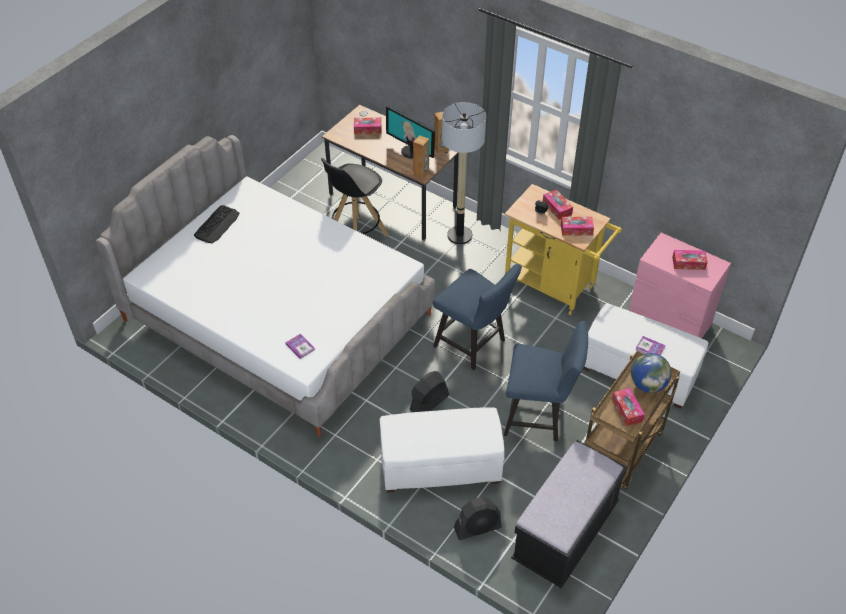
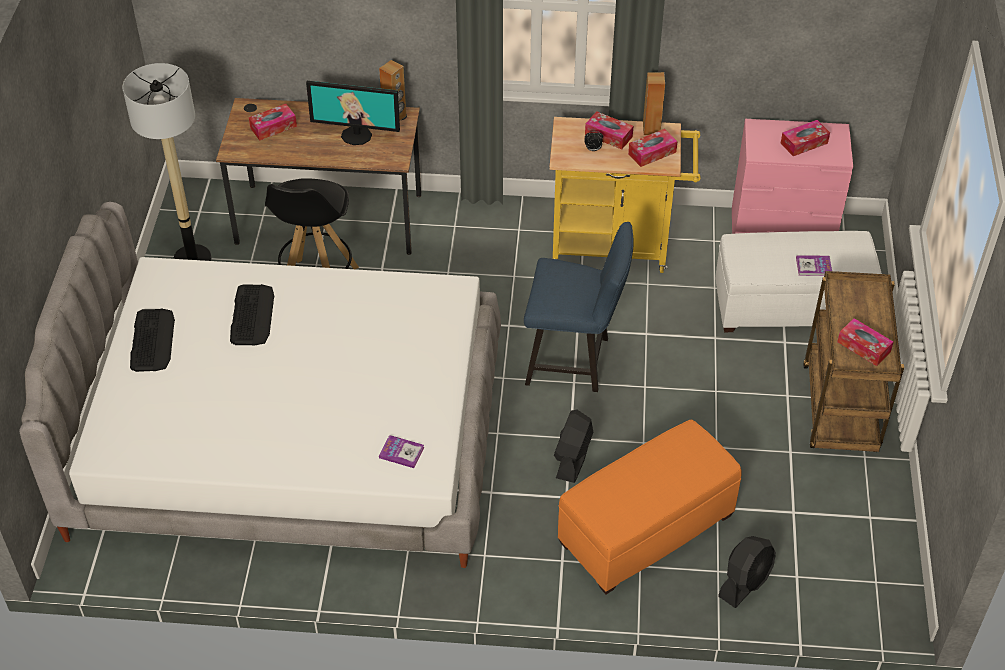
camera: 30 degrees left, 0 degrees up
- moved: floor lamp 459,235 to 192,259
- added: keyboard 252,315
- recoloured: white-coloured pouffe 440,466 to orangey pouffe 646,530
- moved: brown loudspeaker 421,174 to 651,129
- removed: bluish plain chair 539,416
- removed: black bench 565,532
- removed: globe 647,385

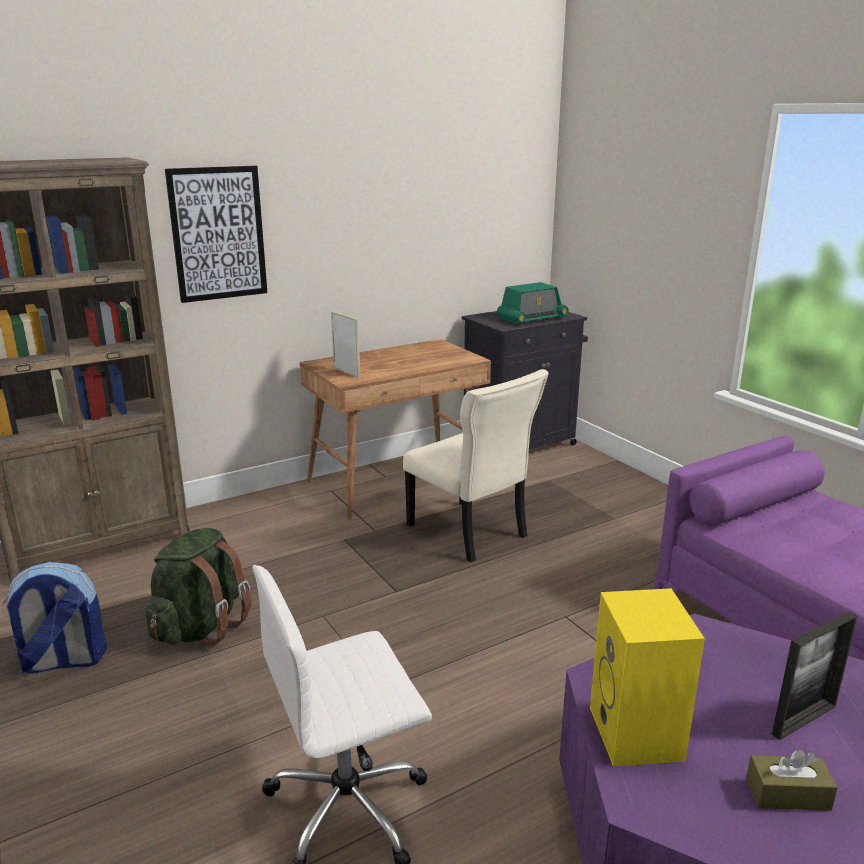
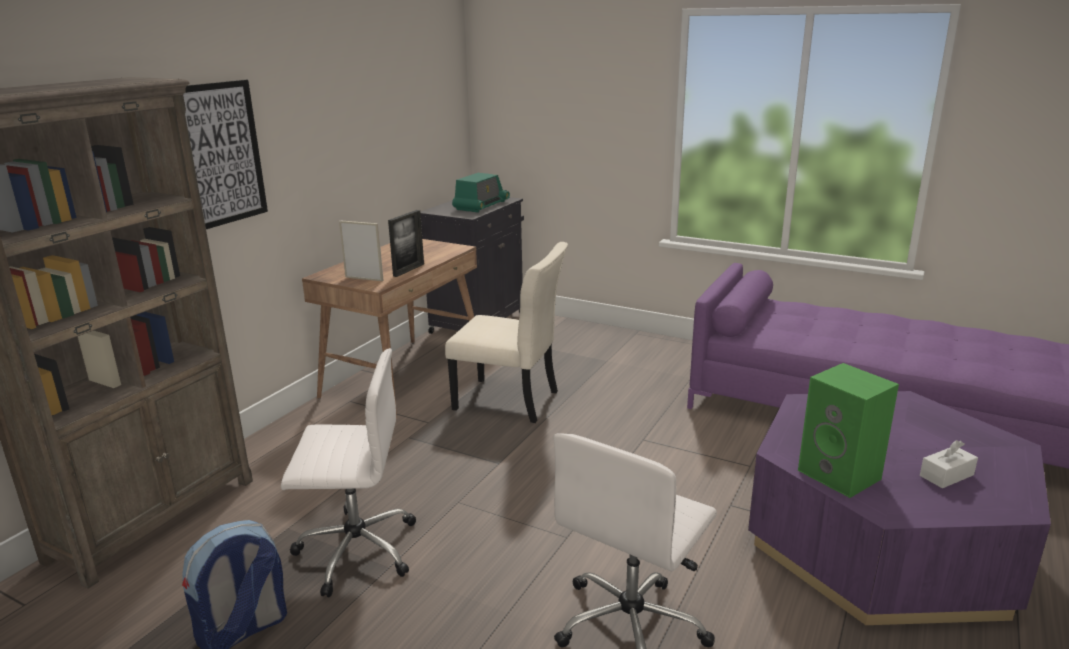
camera: 30 degrees left, 0 degrees up
- replaced: greenish rucksack 201,627 to white-coloured computer chair 355,550
- moved: photo frame 804,720 to 408,270
- recoloured: yellow-coloured loudspeaker 638,735 to greenish loudspeaker 841,475
- recoloured: brown tissue holder 787,794 to white-coloured tissue holder 946,475

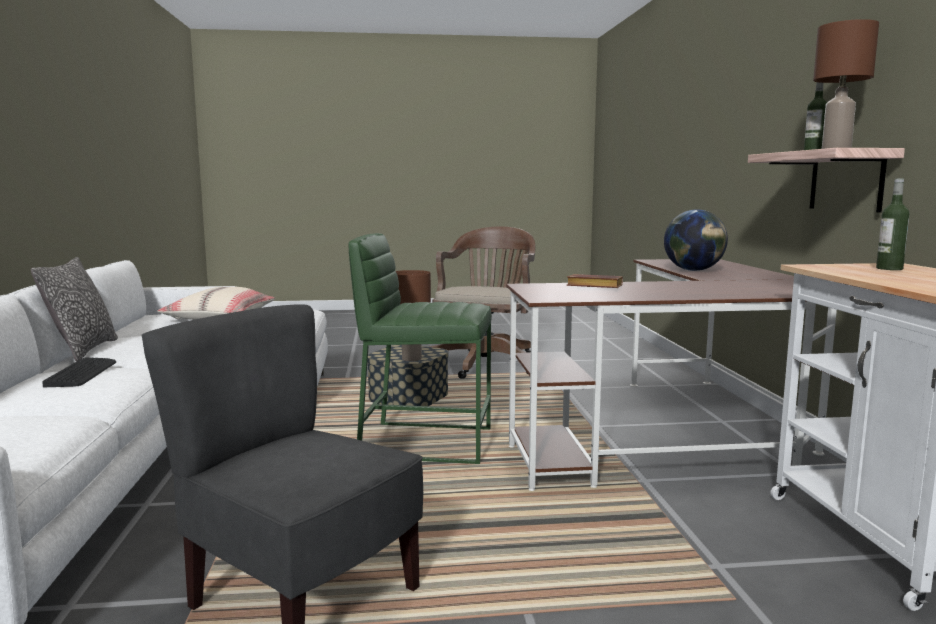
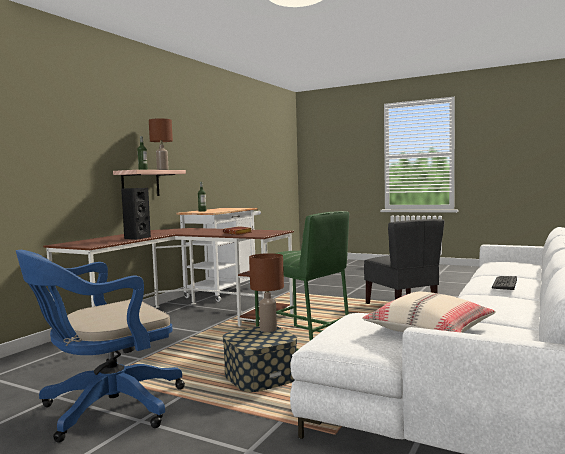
camera: 145 degrees left, 5 degrees down
- recoloured: brown computer chair 486,363 to bluish computer chair 106,409
- replaced: globe 693,270 to black loudspeaker 136,238
- removed: cushion 83,350

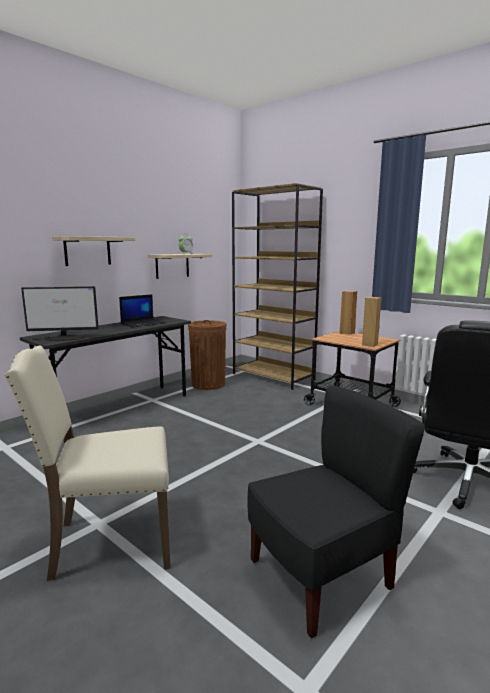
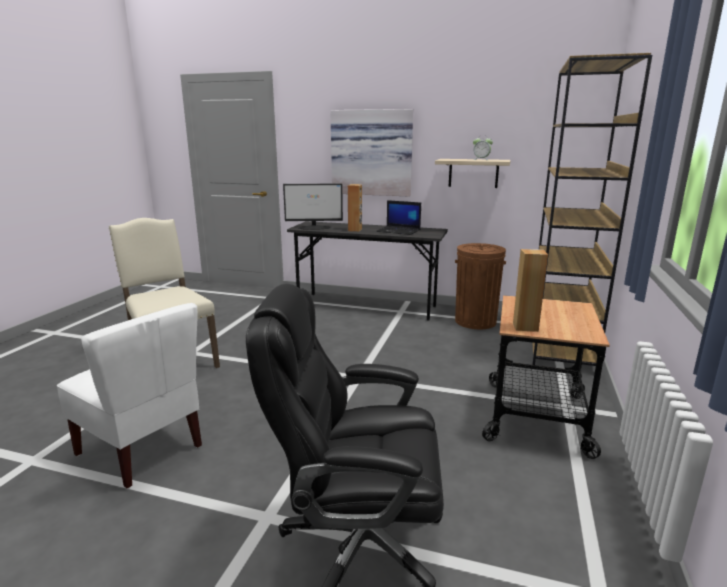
camera: 65 degrees right, 5 degrees up
- recoloured: black plain chair 322,576 to white-coloured plain chair 142,449
- turned: computer display 64,338 = 314,227 60 degrees counterclockwise
- replaced: shelf 87,251 to wall art 372,153
- moved: brown loudspeaker 347,333 to 355,230

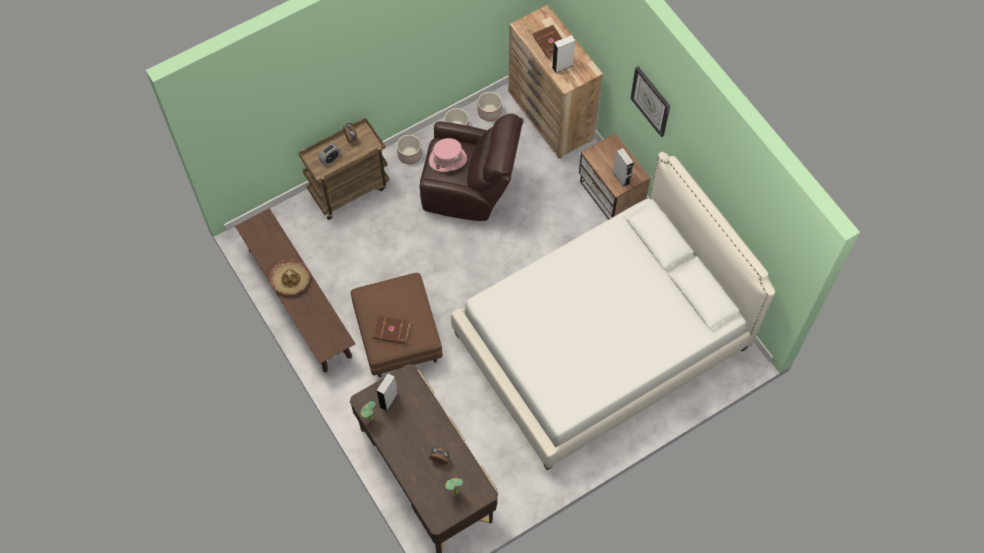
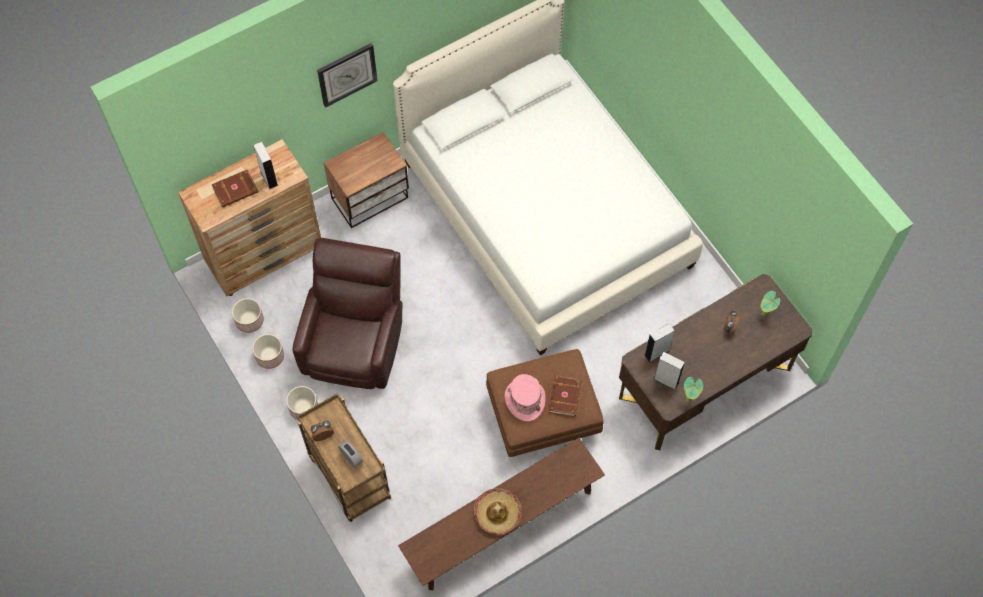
camera: 90 degrees left, 0 degrees up
- moved: pinkish wearable hat 448,160 to 524,400
- moved: grey loudspeaker 621,178 to 656,353

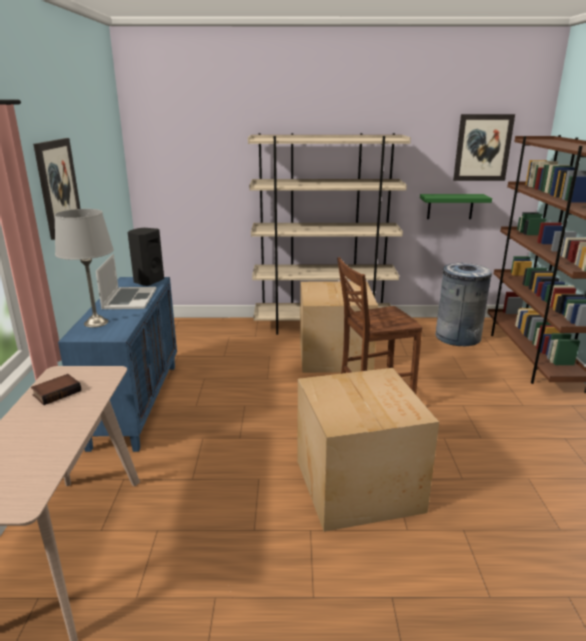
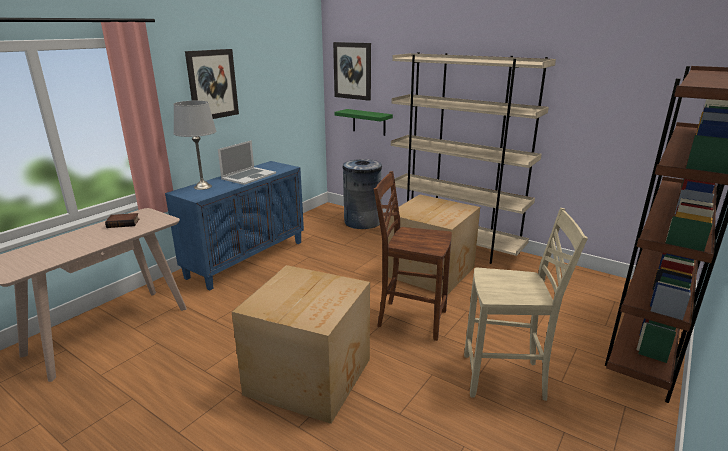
camera: 35 degrees right, 0 degrees up
- moved: wall art 482,148 to 352,71
- moved: greenish shelf 450,206 to 369,122
- moved: grey trash can 457,337 to 362,222
- added: sand-coloured plain chair 505,378
- removed: black loudspeaker 148,281

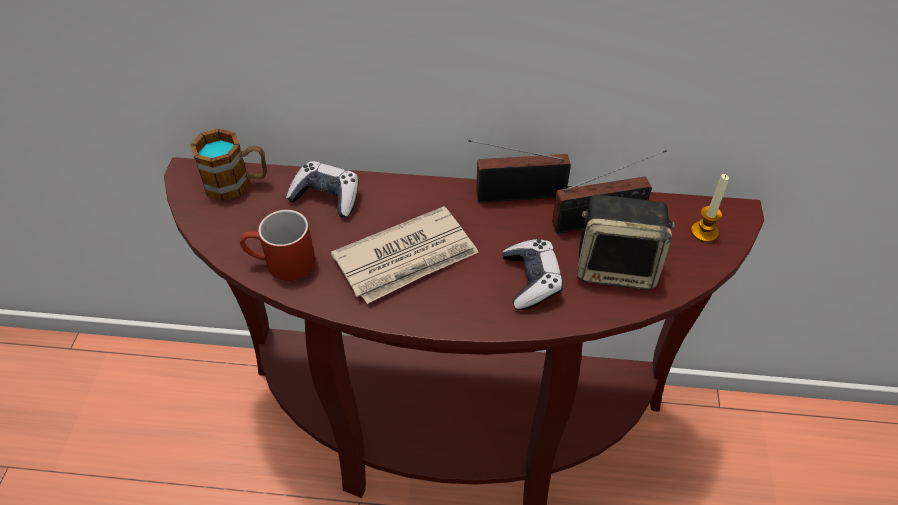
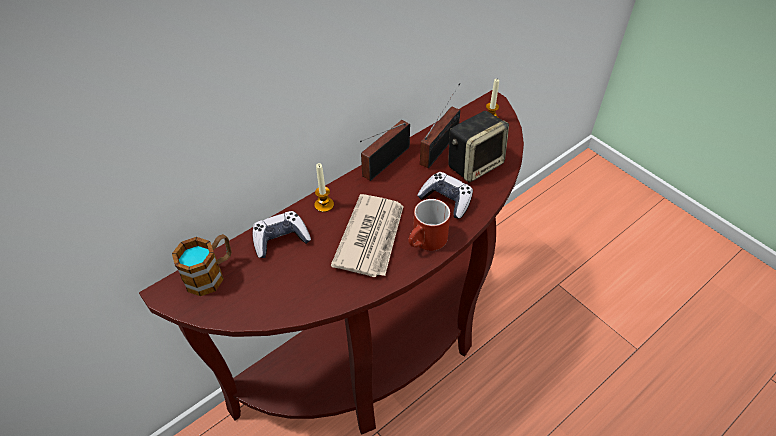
camera: 45 degrees left, 0 degrees up
- added: wax candle 324,205
- moved: red tea mug 281,265 to 426,242

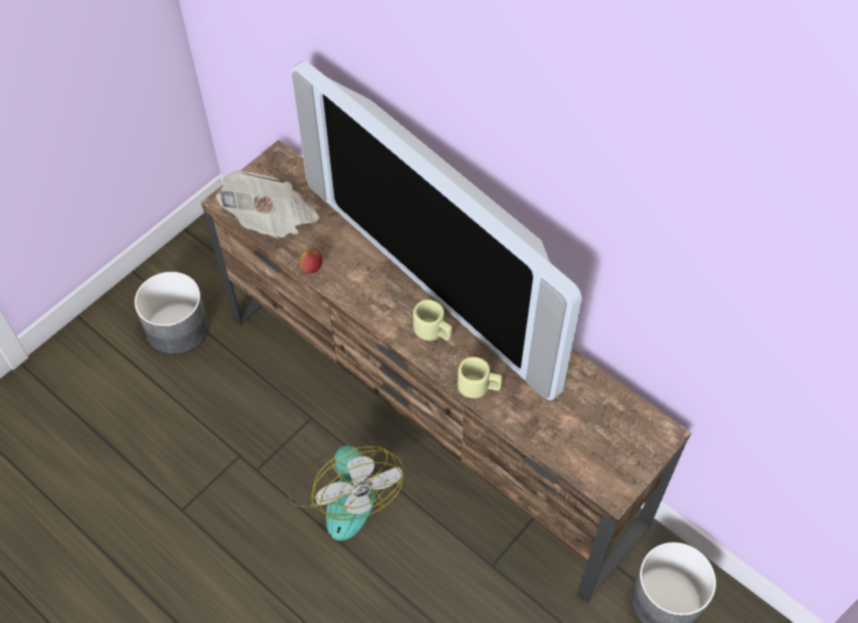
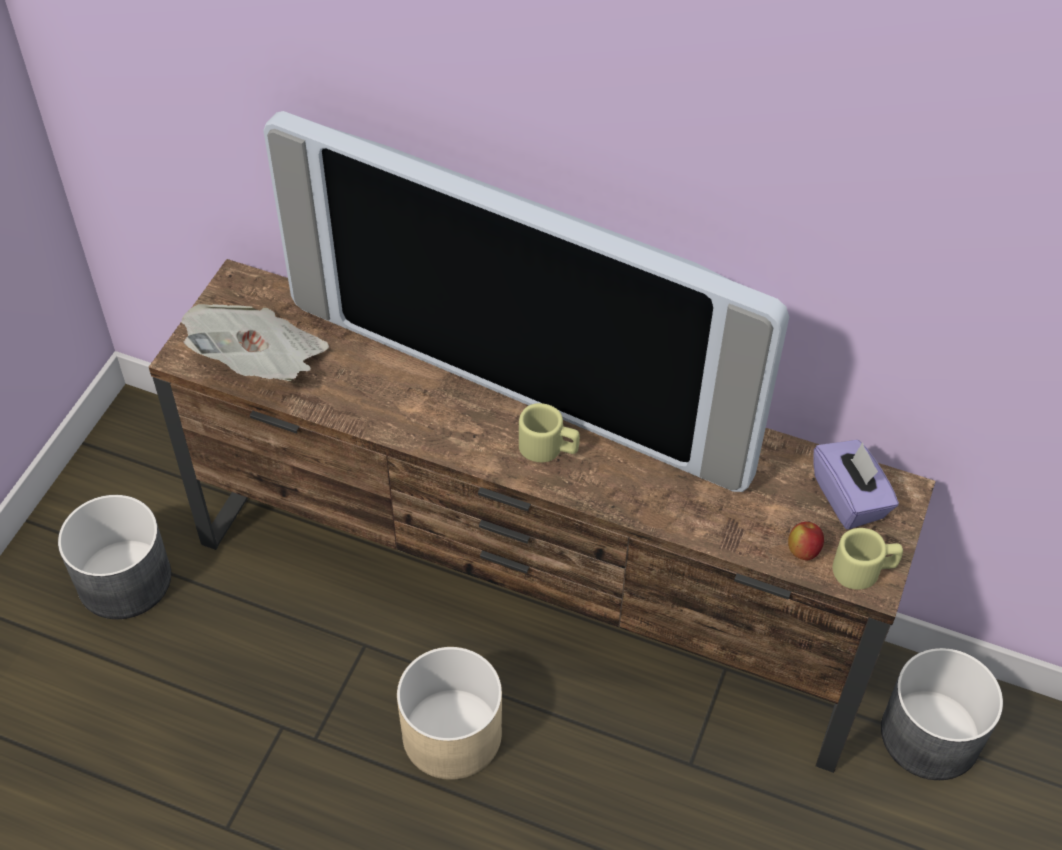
camera: 20 degrees left, 5 degrees down
- replaced: fan 344,494 to sand-coloured plant pot 452,733
- moved: apple 311,267 to 803,551
- added: purple-coloured tissue holder 849,498
- moved: sand-coloured tea mug 479,386 to 864,570

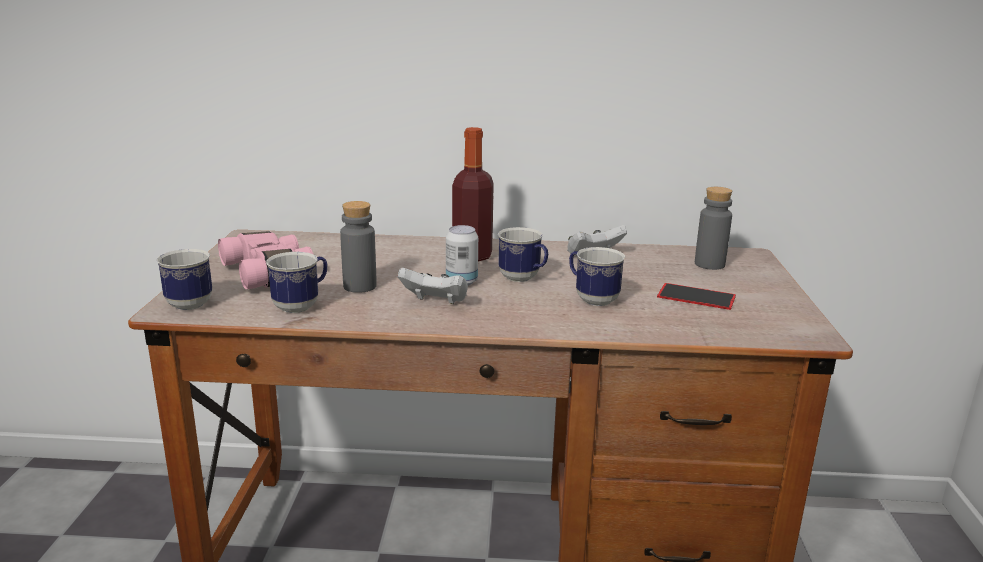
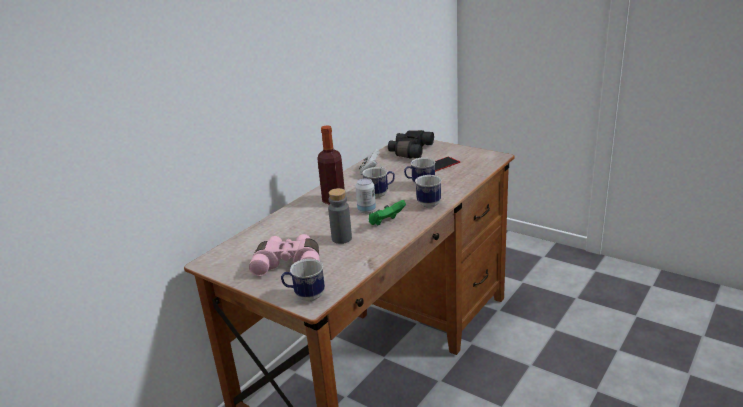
camera: 55 degrees left, 5 degrees up
- recoloured: white-coloured game controller 435,302 to greenish game controller 386,222
- replaced: grey bottle 709,264 to black field glasses 409,151
- moved: tea mug 302,305 to 427,202

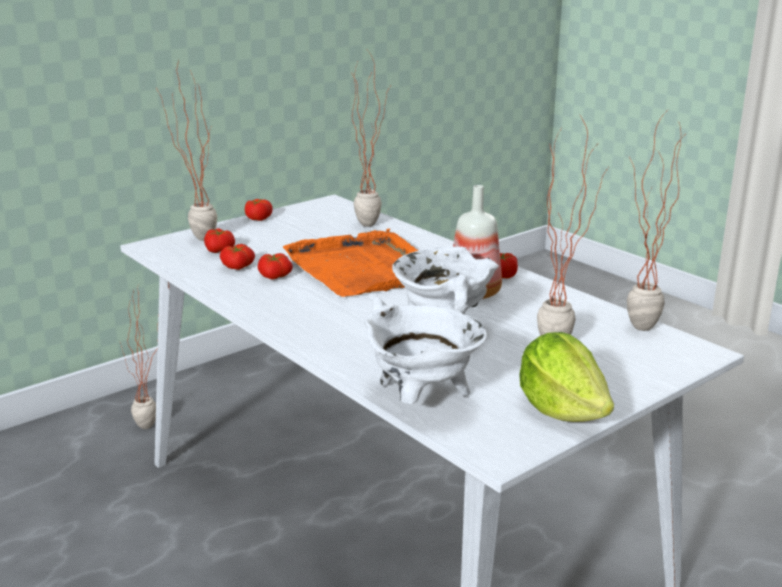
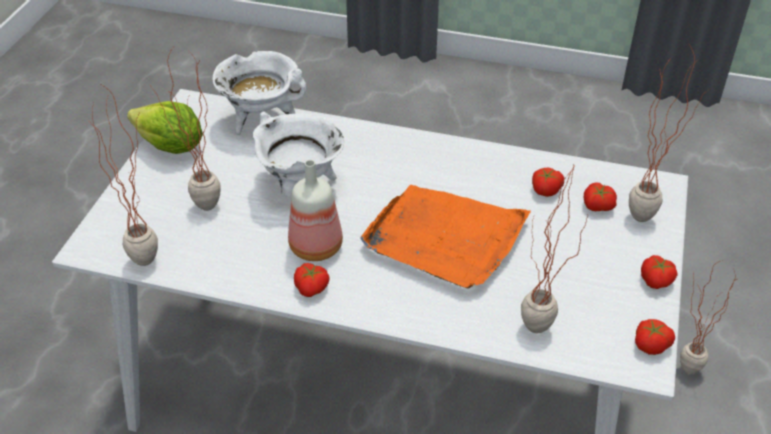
camera: 145 degrees right, 20 degrees up
- moved: whole tomato 274,277 to 650,344

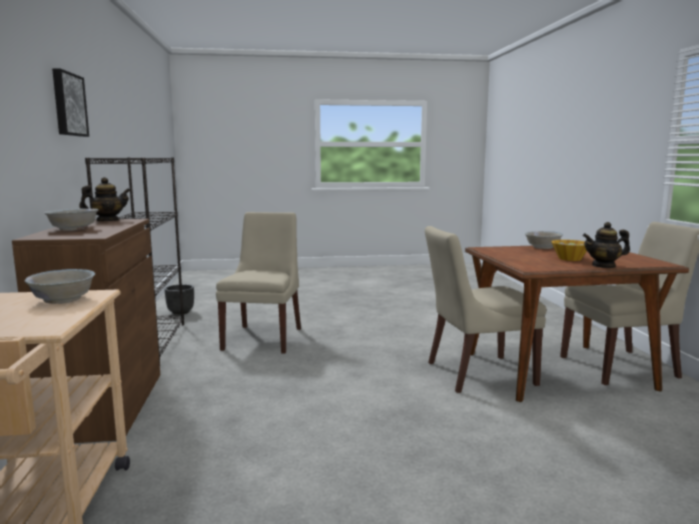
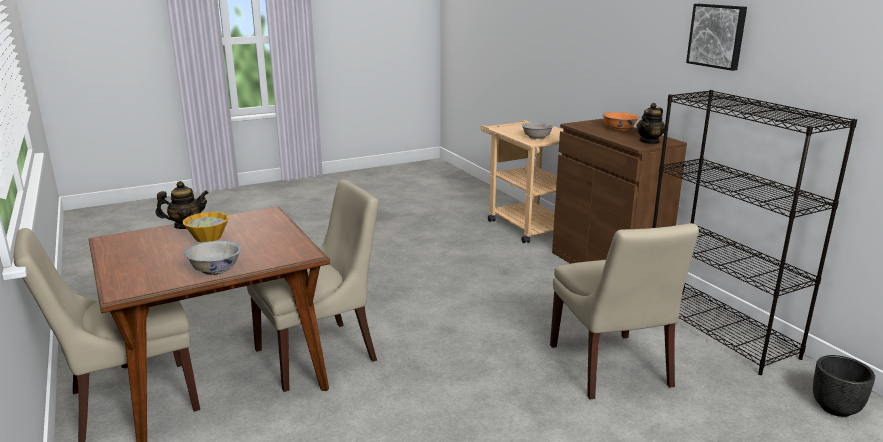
camera: 160 degrees right, 10 degrees up
- recoloured: white-coloured deep dish 74,229 to orangey deep dish 618,129

